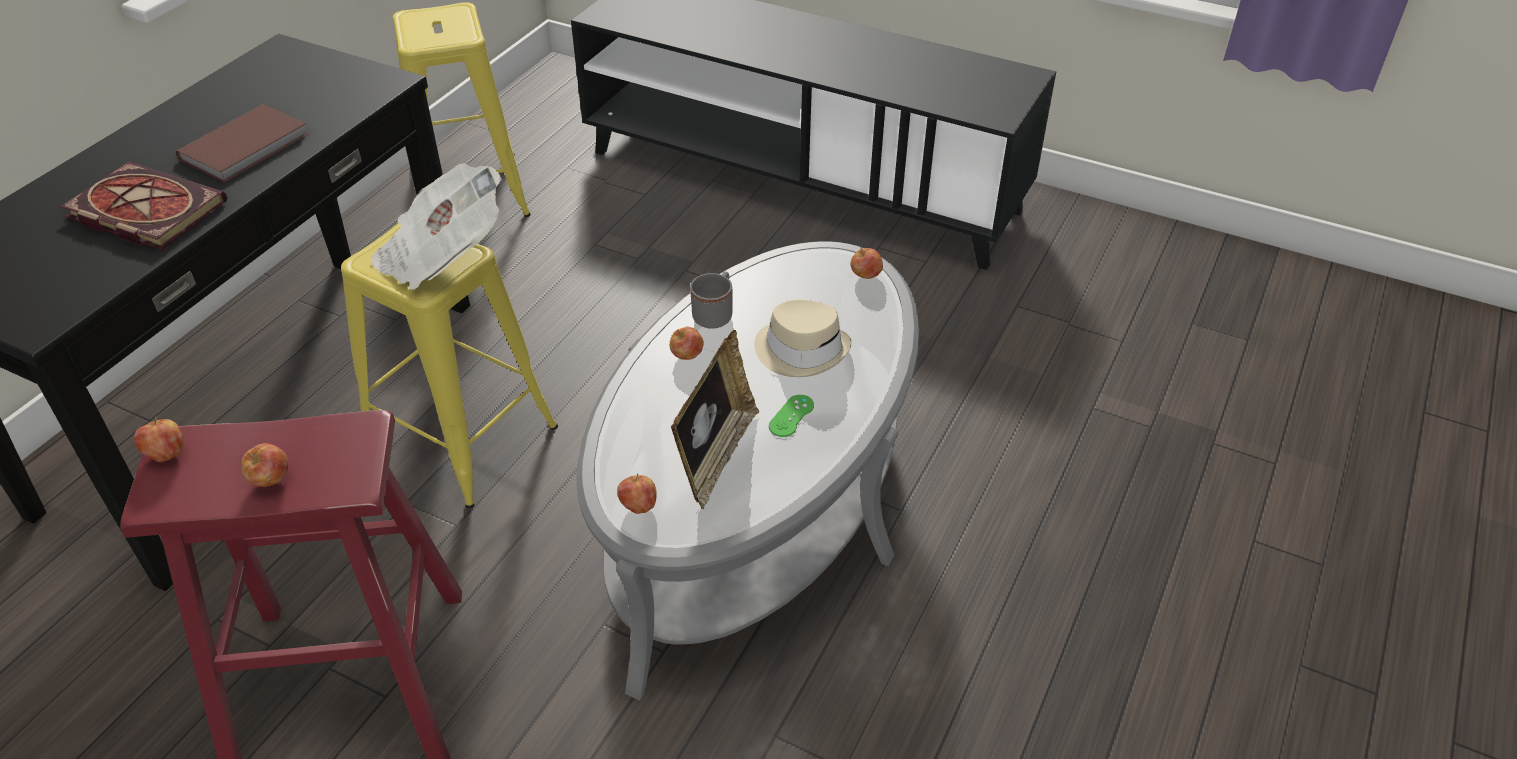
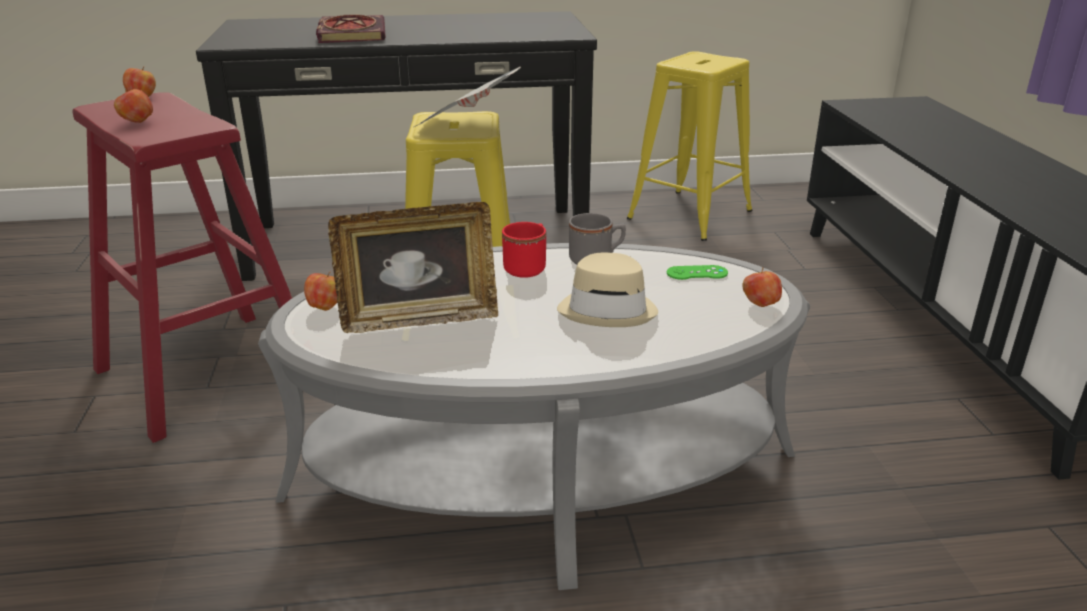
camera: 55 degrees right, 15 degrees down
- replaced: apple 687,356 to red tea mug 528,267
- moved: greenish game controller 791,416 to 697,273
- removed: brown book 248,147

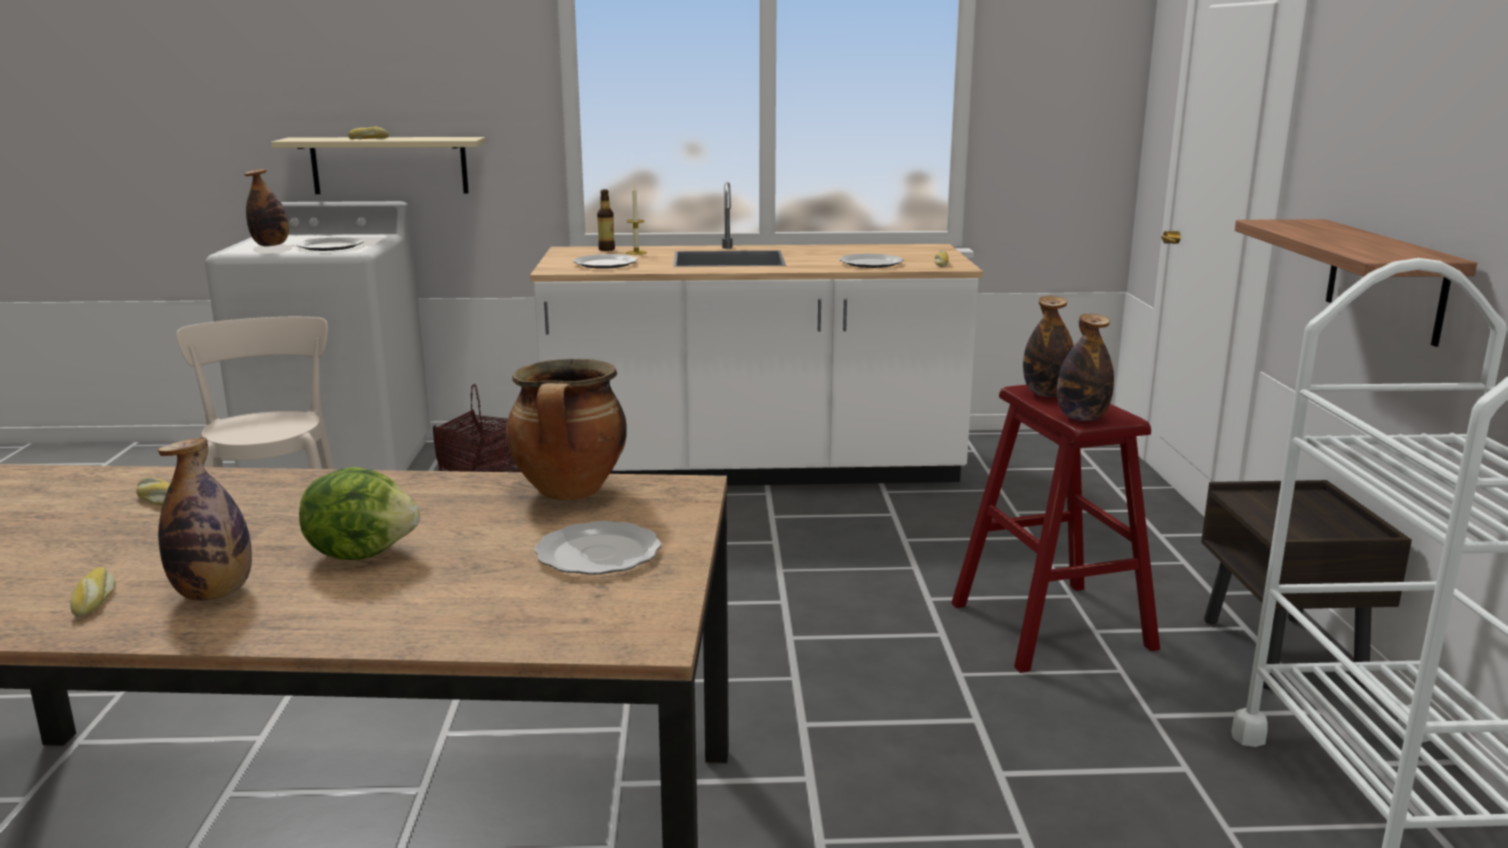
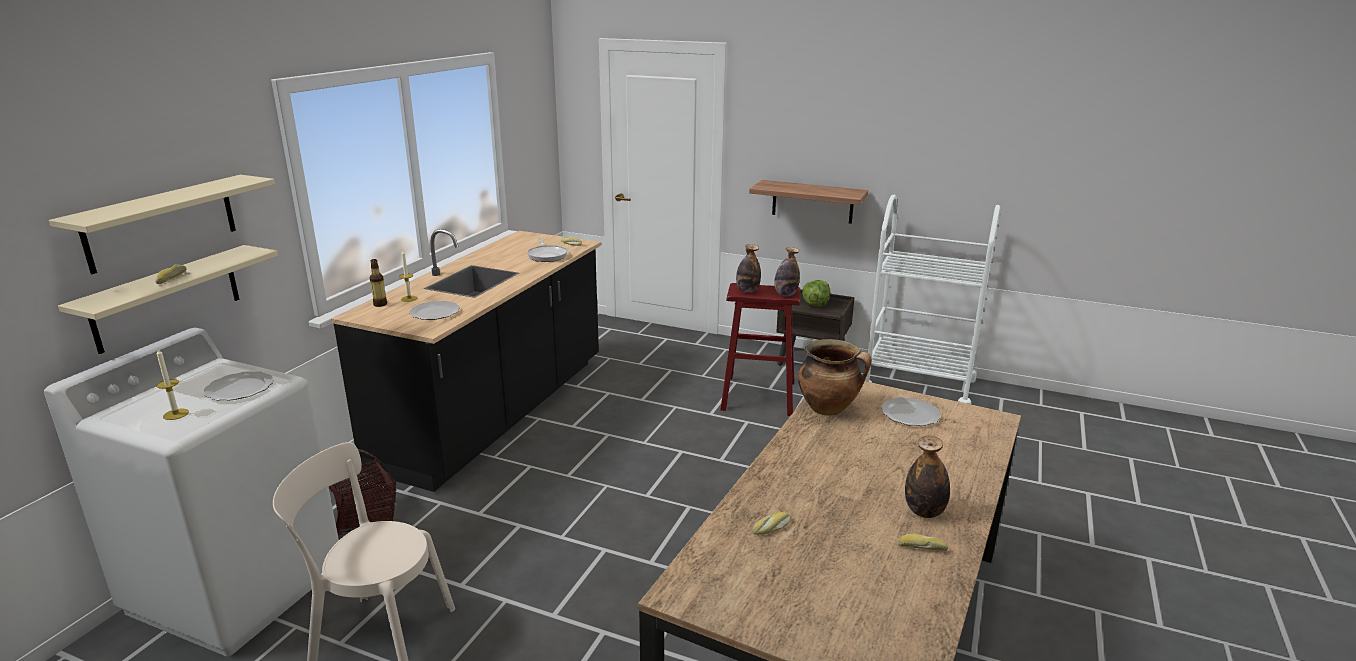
camera: 65 degrees left, 5 degrees up
- added: sand-coloured shelf 161,222
- replaced: bottle 271,245 to wax candle 176,414
- recoloured: white-coloured counter 754,469 to black counter 496,412
- replaced: plate 872,263 to frying pan 547,255
- moved: head of lettuce 362,552 to 815,304

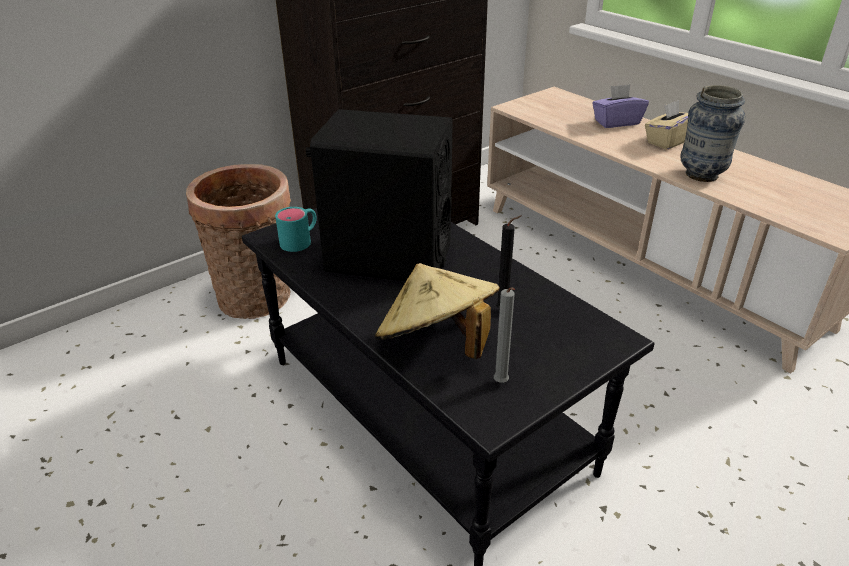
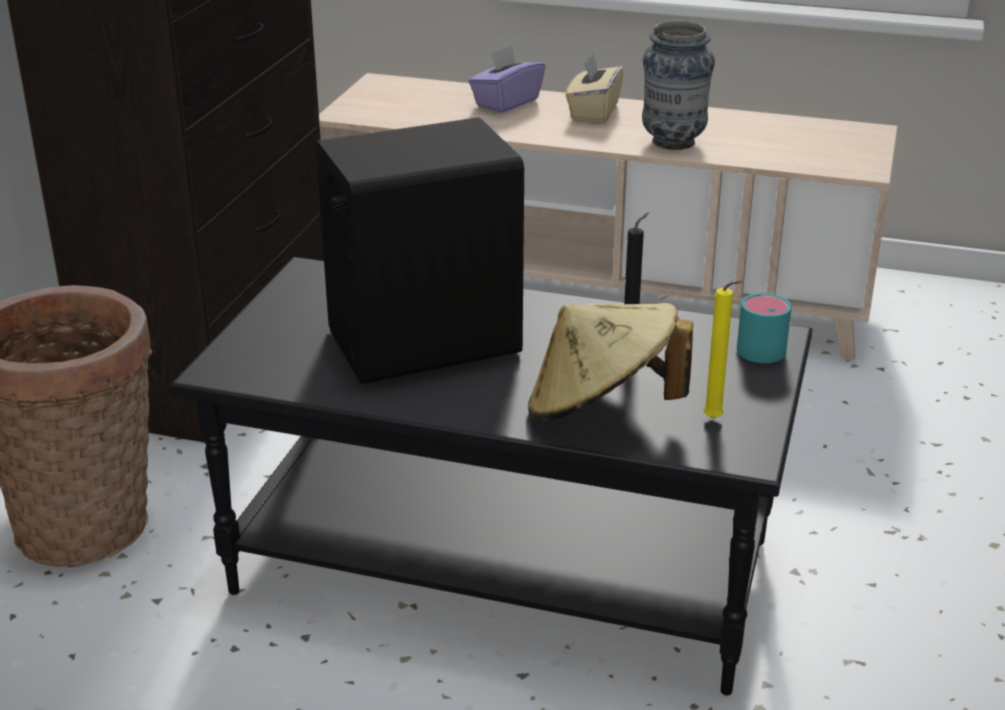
camera: 35 degrees left, 5 degrees down
- recoloured: grey wax candle 501,384 to yellow-coloured wax candle 715,420
- moved: blue-green tea mug 301,240 to 760,345

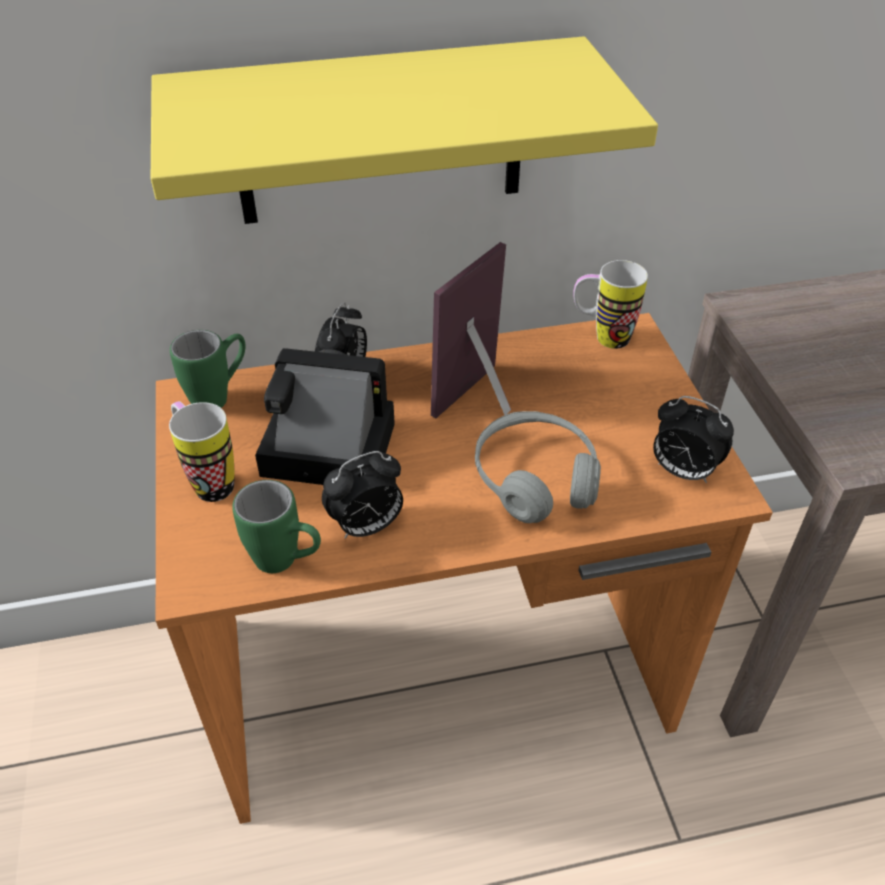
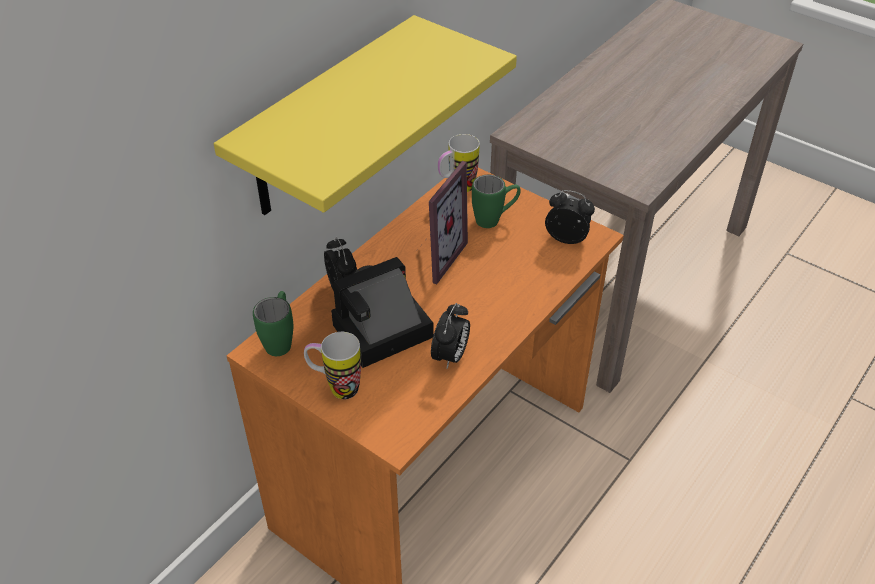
camera: 40 degrees left, 0 degrees up
- turned: photo frame 484,401 = 434,257 150 degrees counterclockwise
- moved: greenish tea mug 287,562 to 495,219
- turned: alarm clock 682,471 = 567,238 150 degrees counterclockwise
- removed: grey headphones 535,478

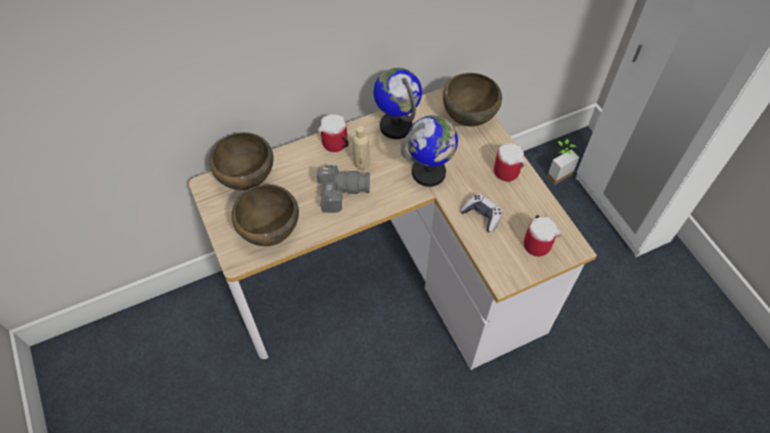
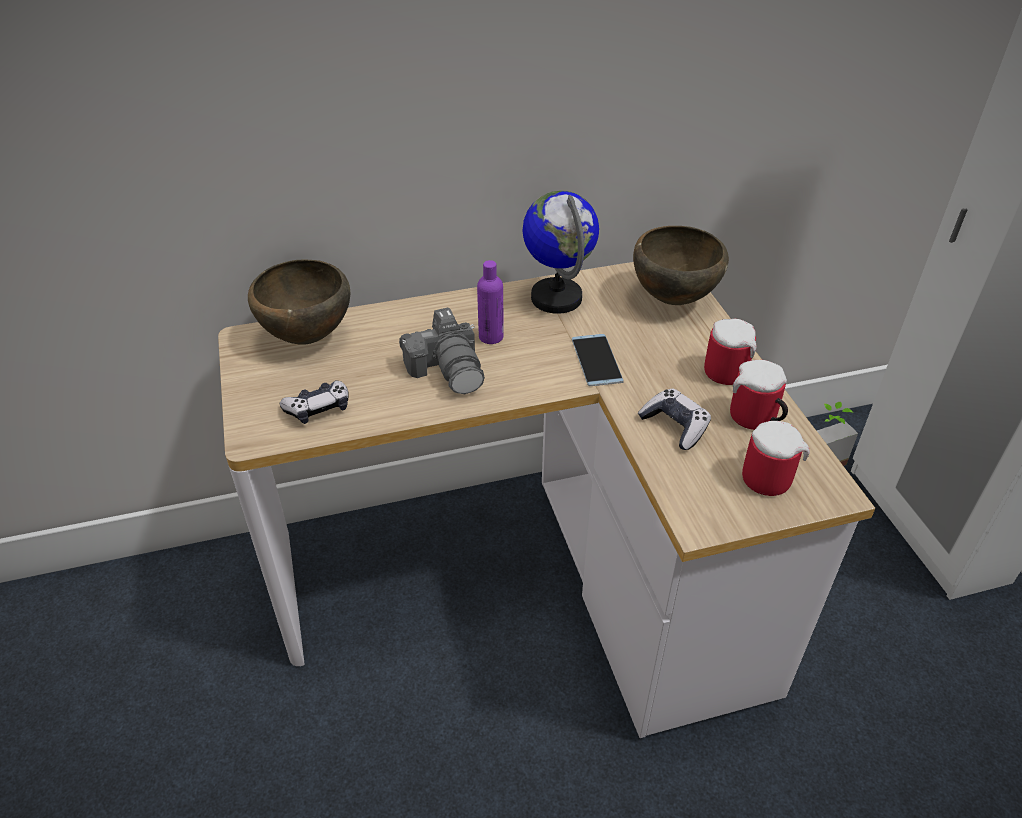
camera: 10 degrees right, 15 degrees down
- replaced: brown deep dish 270,233 to game controller 318,408
- turned: still camera 341,192 = 448,369 60 degrees clockwise
- recoloured: sand-coloured bottle 361,163 to purple-coloured bottle 491,337
- replaced: globe 429,173 to phone 596,360
- moved: tea mug 336,145 to 755,420

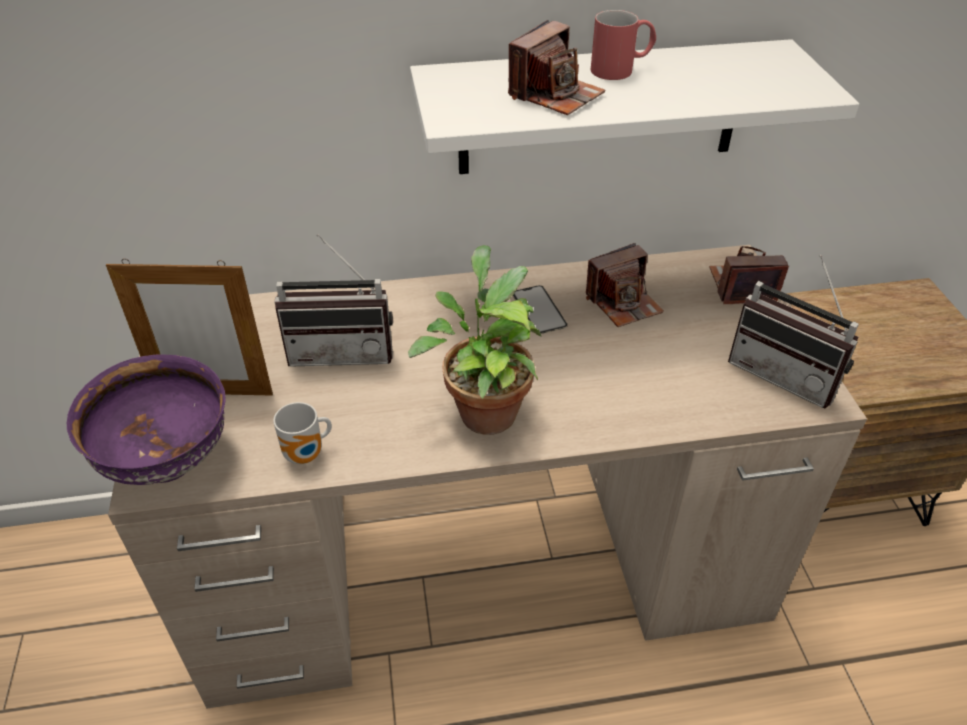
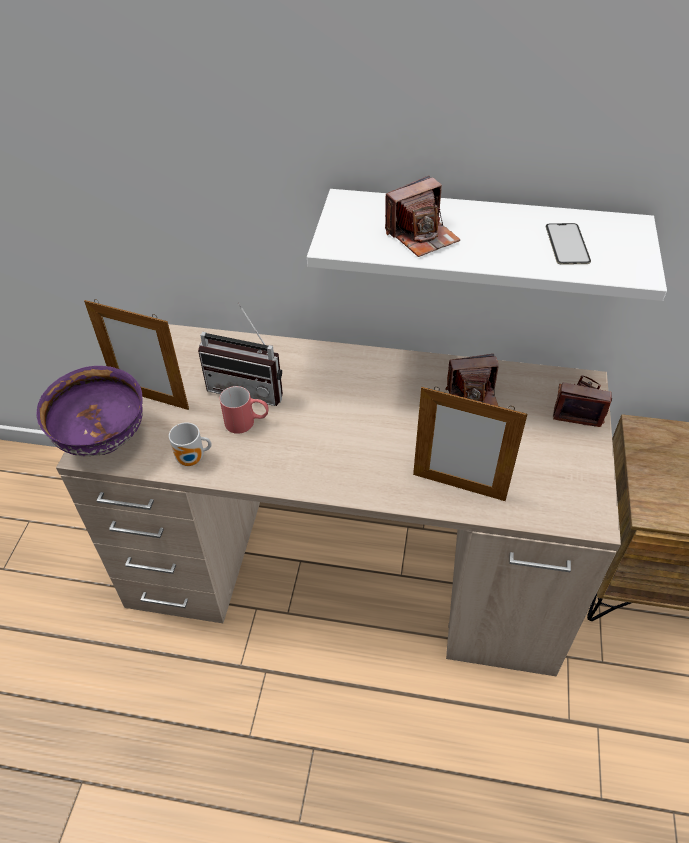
camera: 20 degrees right, 5 degrees up
- moved: red tea mug 621,69 to 247,422
- added: photo frame 458,487
- moved: phone 539,310 to 567,244
- removed: plant in a pot 484,409
- removed: radio receiver 786,374

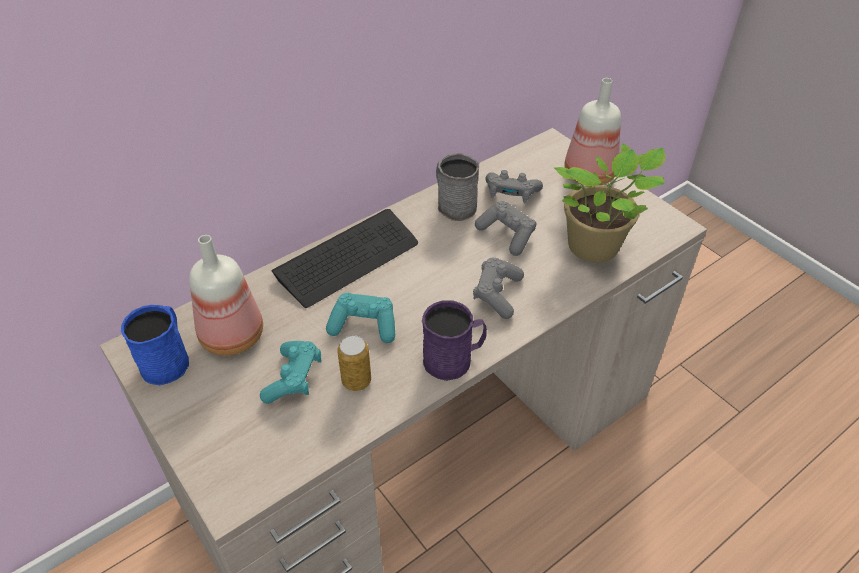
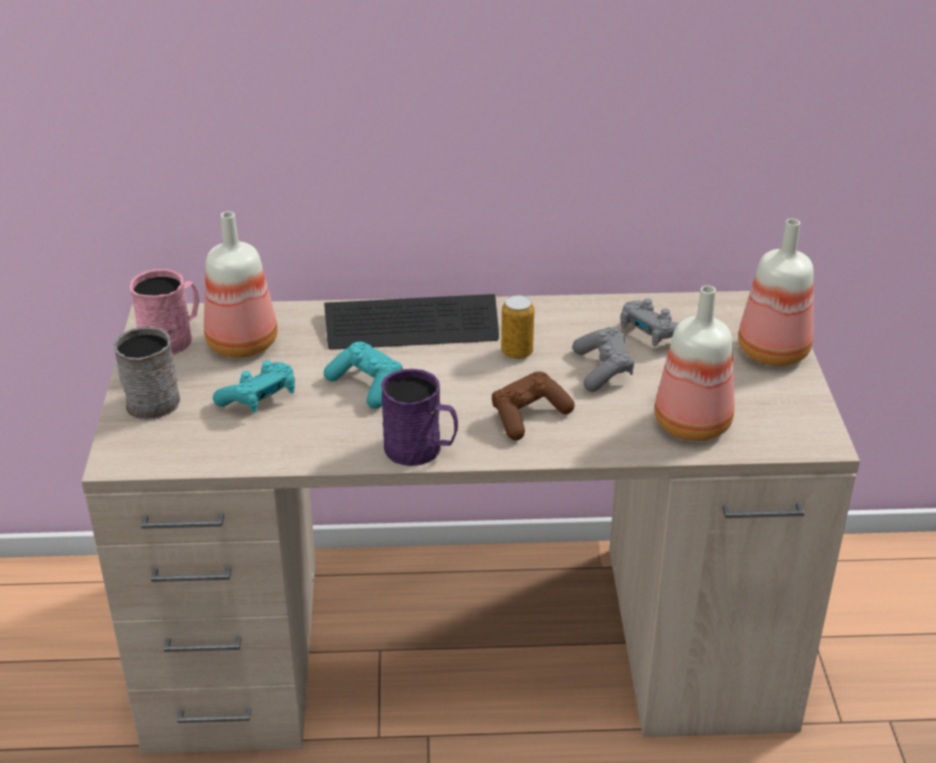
camera: 35 degrees right, 10 degrees down
- moved: grey tea mug 453,205 to 153,397
- recoloured: bluish tea mug 167,359 to pinkish tea mug 172,338
- recoloured: grey game controller 497,294 to brown game controller 528,416
- moved: sealed can 356,381 to 517,352
- replaced: plant in a pot 596,248 to bottle 691,422

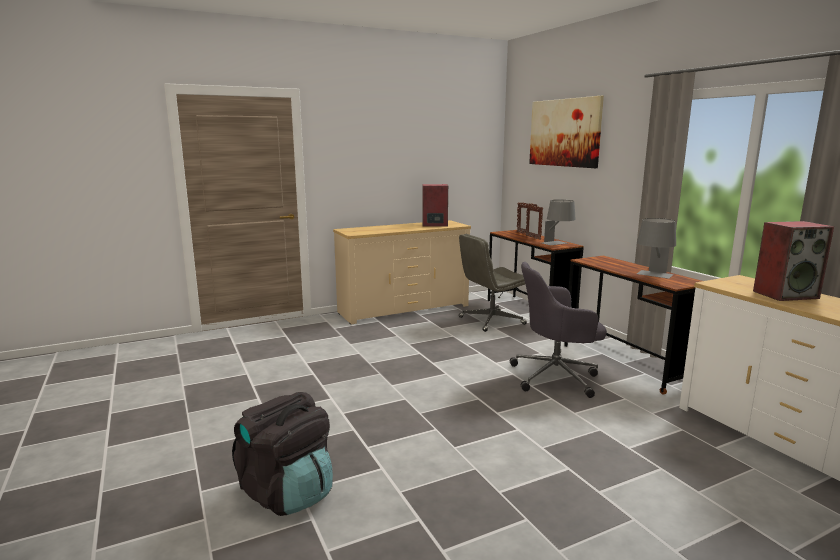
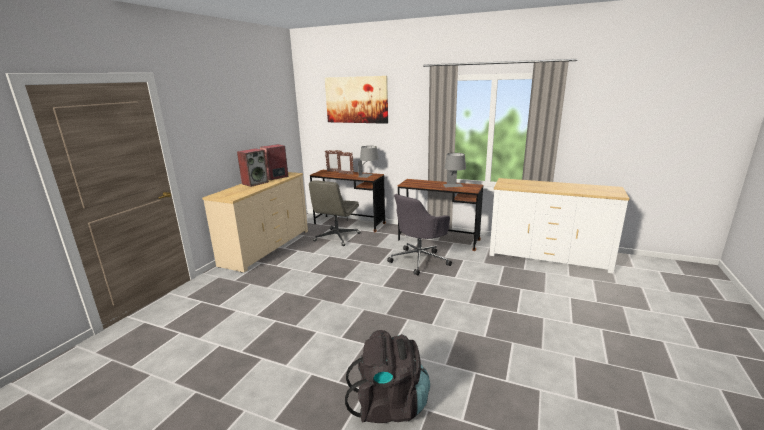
camera: 40 degrees left, 5 degrees up
- moved: loudspeaker 785,294 to 255,183

